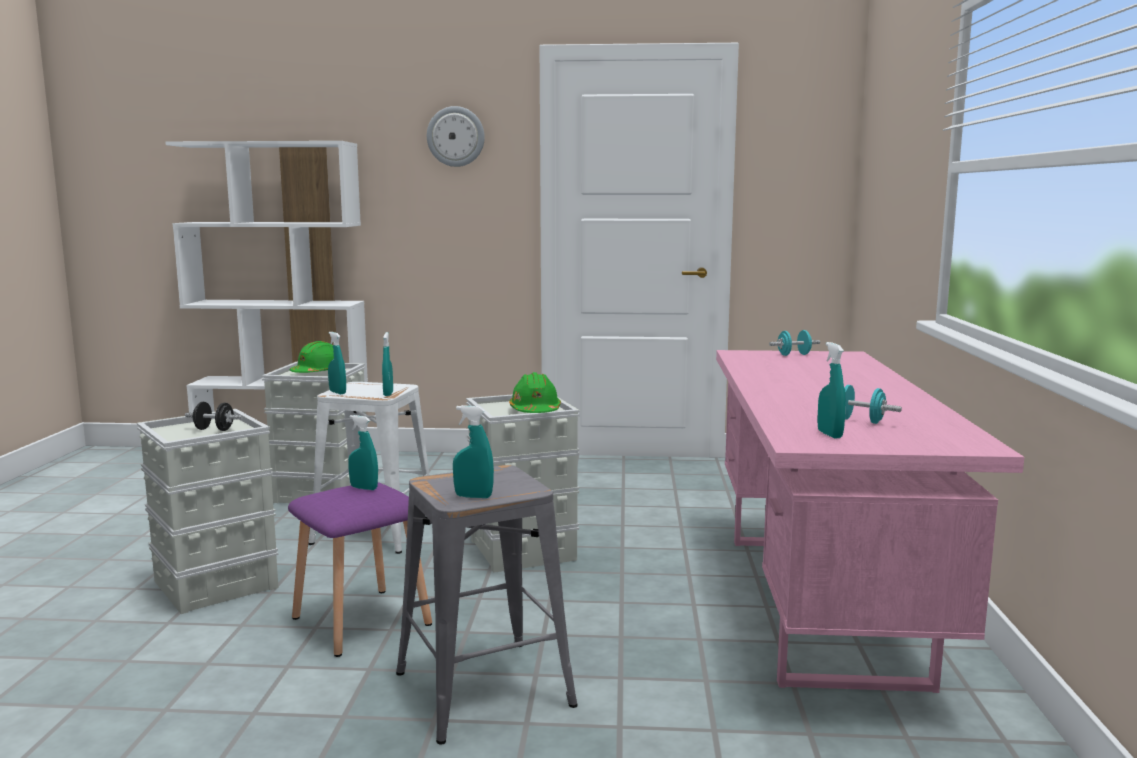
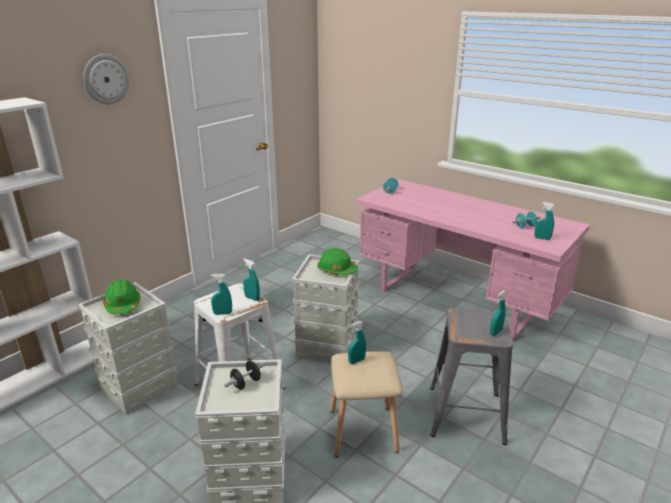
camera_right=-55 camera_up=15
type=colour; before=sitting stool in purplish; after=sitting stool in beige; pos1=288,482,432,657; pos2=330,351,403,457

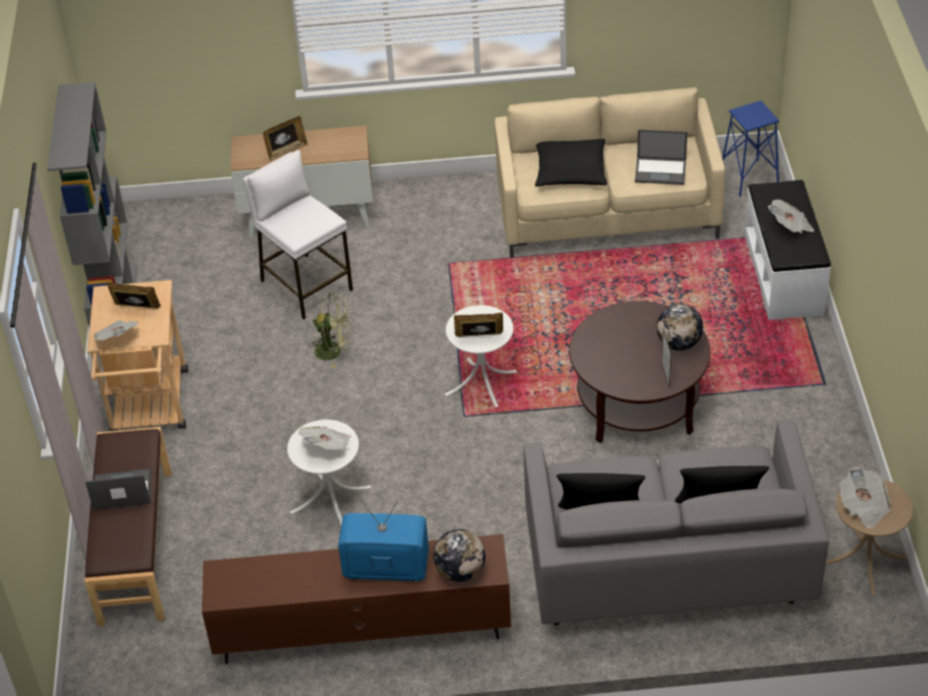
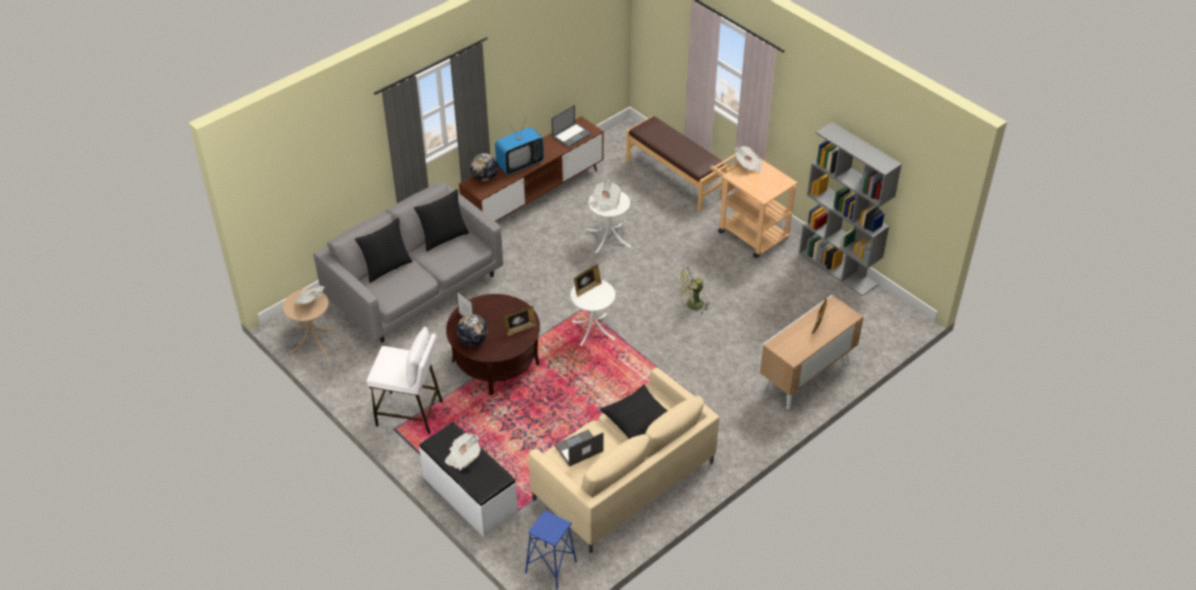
camera_right=140 camera_up=0
type=relocated; before=laptop; pos1=85,468,151,510; pos2=551,105,592,148
type=relocated; before=picture frame; pos1=107,282,161,309; pos2=504,306,536,336
type=relocated; before=sitting stool in whitish; pos1=243,150,353,320; pos2=367,327,443,434

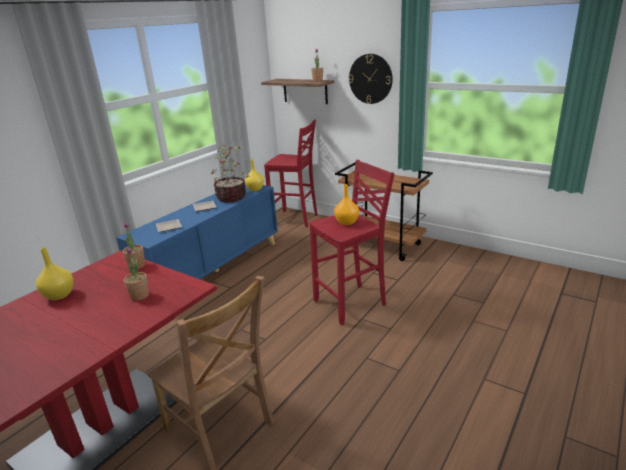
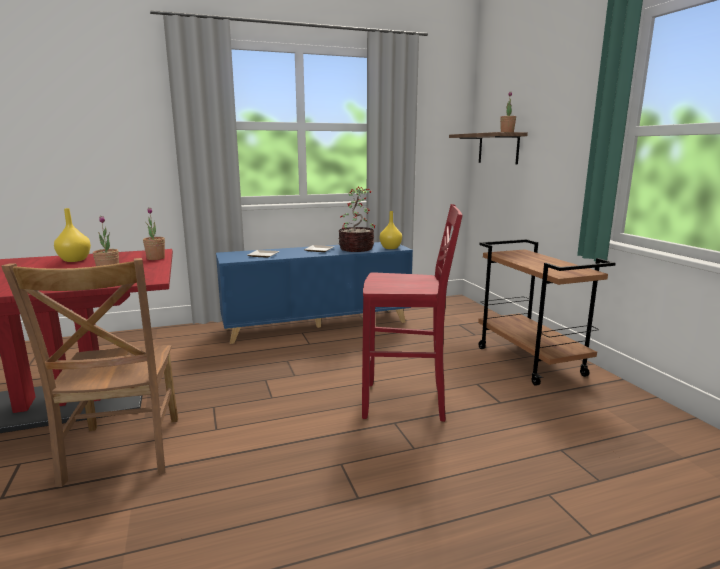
camera_right=35 camera_up=-10
type=missing; before=sitting stool in reddish; pos1=264,120,318,227
type=missing; before=decorative vase in orangey; pos1=334,184,359,225
type=missing; before=clock on the wall; pos1=349,54,393,104

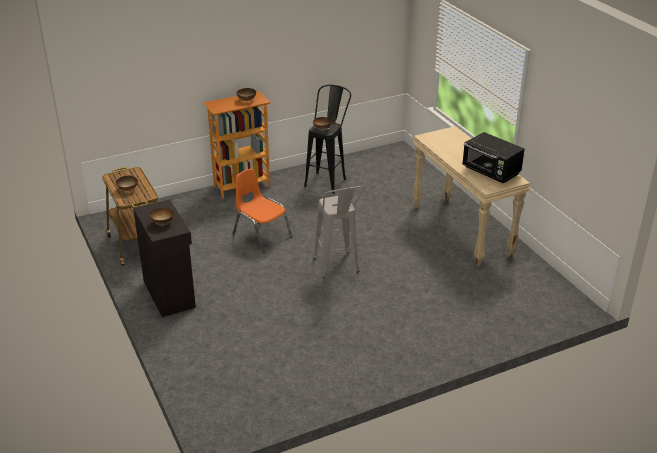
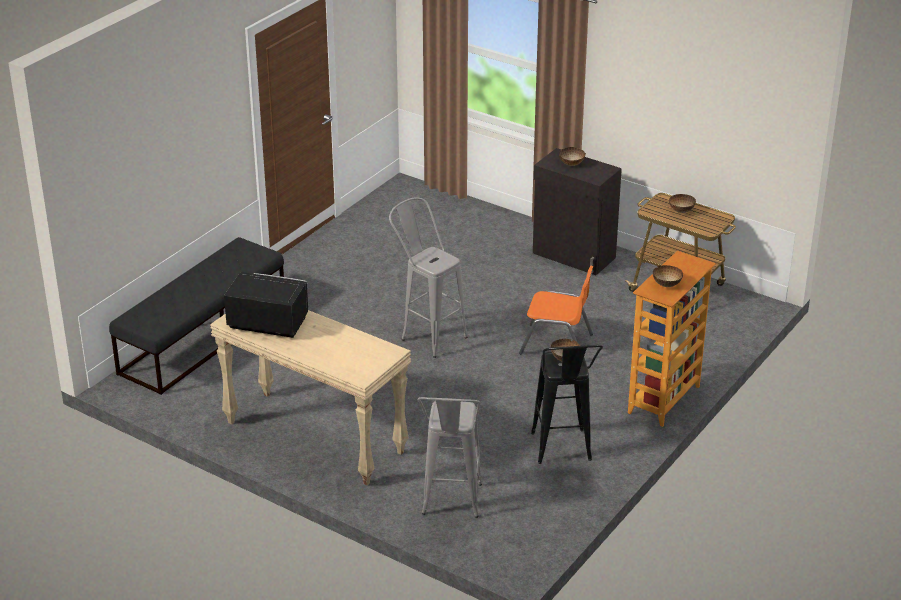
camera_right=150 camera_up=0
type=appeared; after=bench in black; pos2=109,237,284,395
type=appeared; after=sitting stool in grey; pos2=418,397,482,518

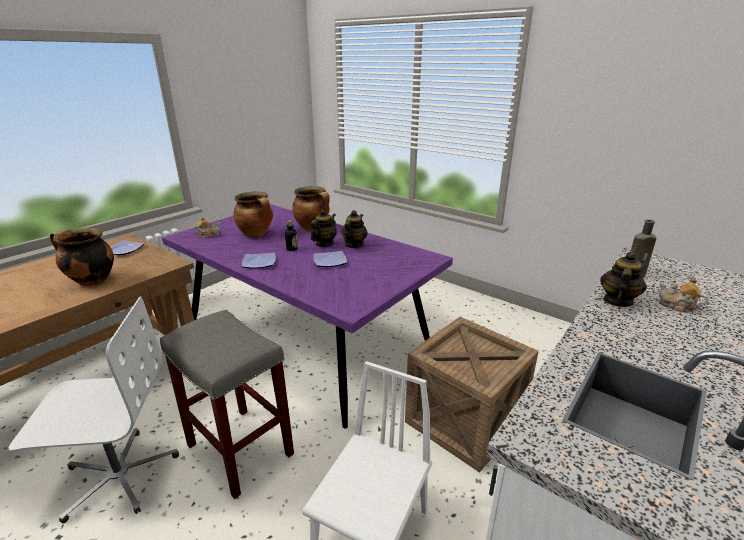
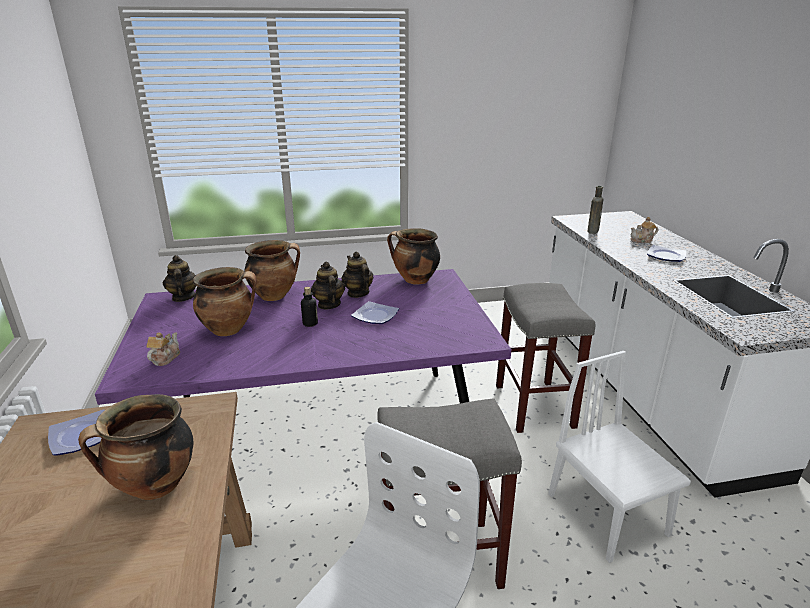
camera_right=-50 camera_up=0
type=relocated; before=plate; pos1=242,252,276,268; pos2=647,245,686,262
type=exchanged; before=shipping crate; after=sitting stool in grey; pos1=405,317,539,473; pos2=496,283,595,433
type=relocated; before=pot for tea; pos1=600,252,647,307; pos2=163,255,196,302
type=appeared; after=saucepot; pos2=387,228,440,284

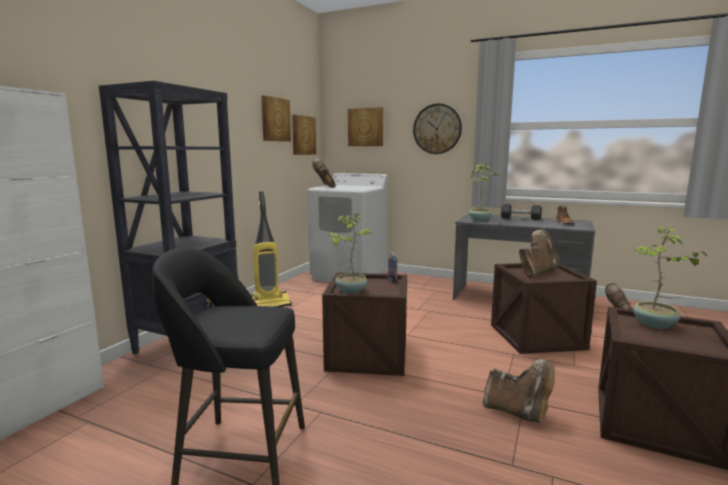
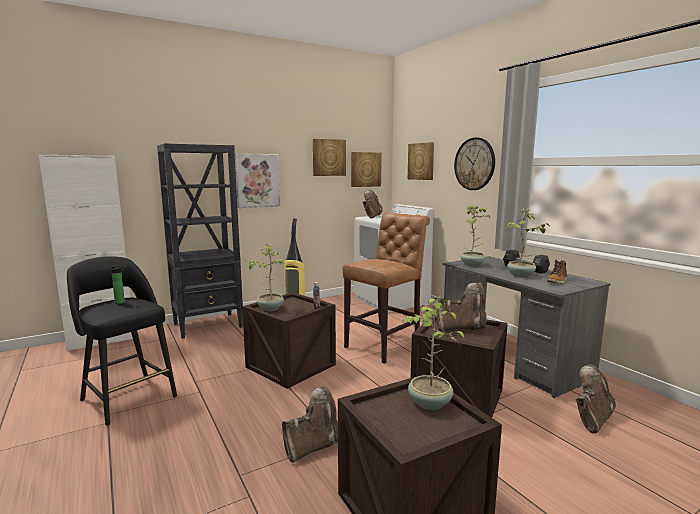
camera_right=35 camera_up=0
type=spun; before=boot in brown; pos1=483,359,555,424; pos2=282,386,338,463; turn=-105
type=appeared; after=drink bottle; pos2=110,265,125,304
type=appeared; after=wall art; pos2=235,153,280,208
type=appeared; after=sitting stool in brown; pos2=343,212,430,364
type=appeared; after=houseplant; pos2=506,208,550,277

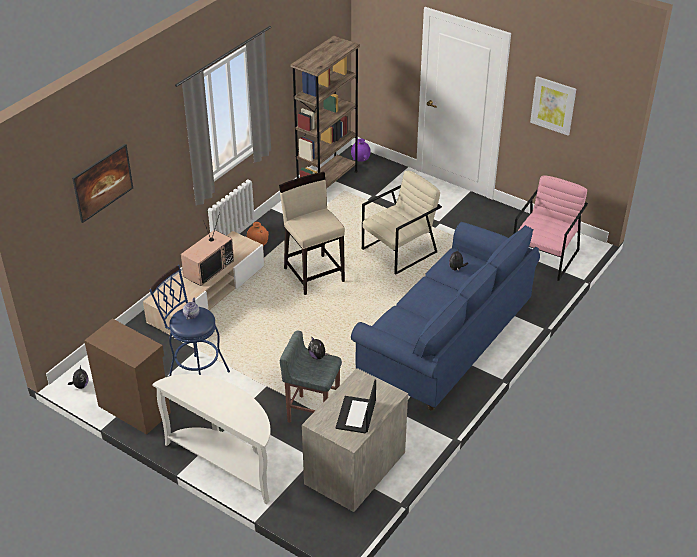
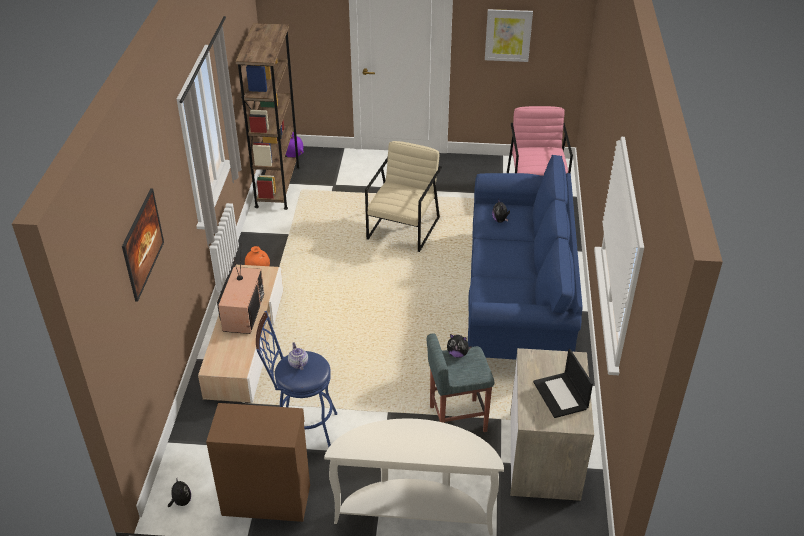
camera_right=-30 camera_up=0
type=missing; before=sitting stool in beige; pos1=279,172,345,295

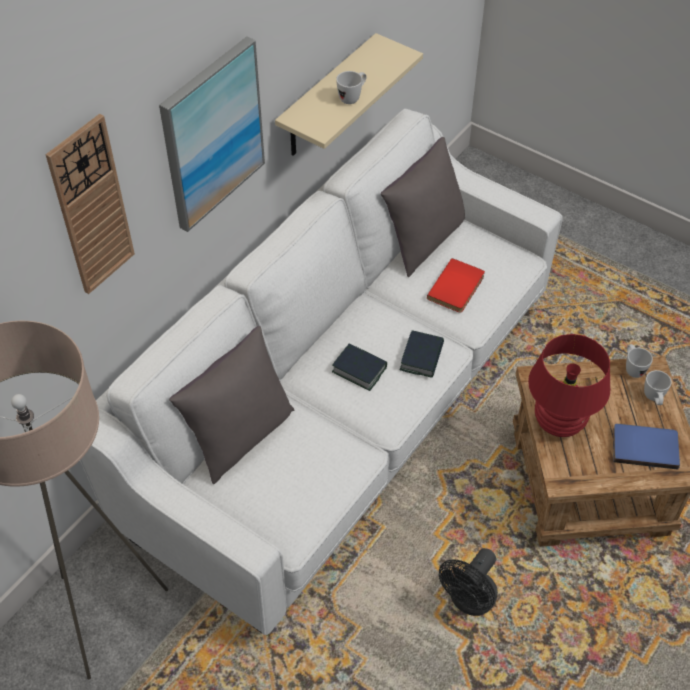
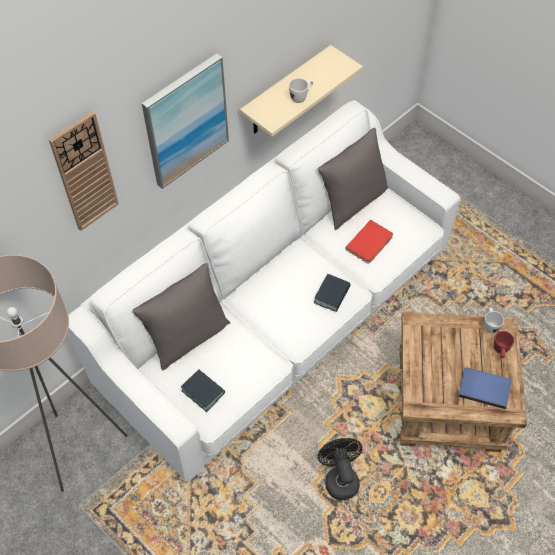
camera_right=10 camera_up=5
type=relocated; before=book; pos1=332,343,387,391; pos2=181,369,225,412
type=spun; before=cooling fan in black; pos1=439,548,498,616; pos2=318,438,362,500; turn=120
type=missing; before=lamp for a table in reddish; pos1=528,334,610,437
type=colour; before=tea mug in whitish; after=tea mug in reddish; pos1=644,370,672,405; pos2=494,331,514,358

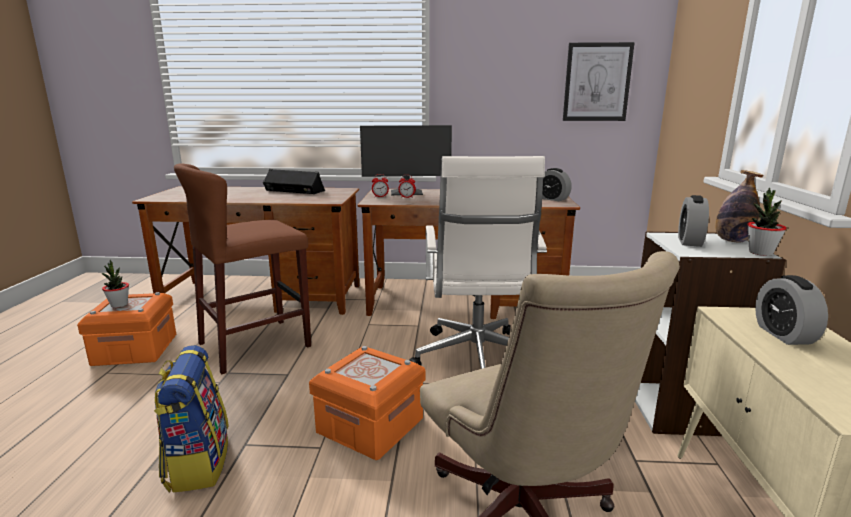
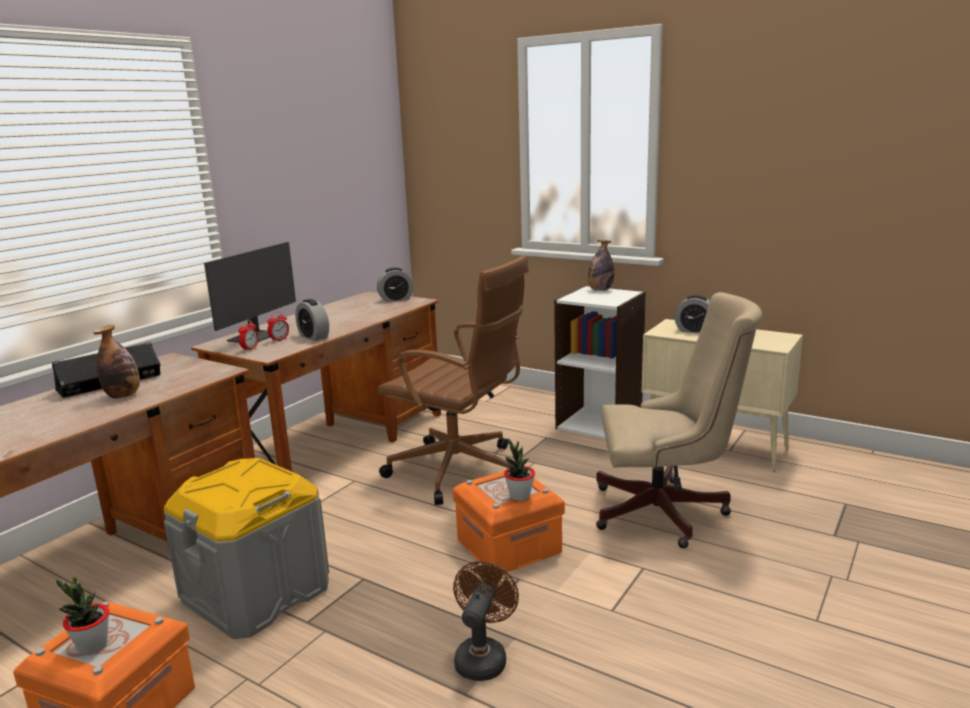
camera_right=-60 camera_up=0
type=exchanged; before=rucksack; after=cooling fan in brown; pos1=154,345,229,493; pos2=453,561,519,681
type=exchanged; before=sitting stool in brown; after=storage bin in grey; pos1=174,164,311,375; pos2=164,458,329,639
type=colour; before=office chair in whitish; after=office chair in brown; pos1=409,156,547,369; pos2=378,255,529,505
type=missing; before=wall art; pos1=563,42,635,121
type=relocated; before=table clock; pos1=678,195,709,247; pos2=295,299,329,341
type=relocated; before=houseplant; pos1=747,188,787,256; pos2=504,438,535,501
type=appeared; after=drink bottle; pos2=93,325,140,398

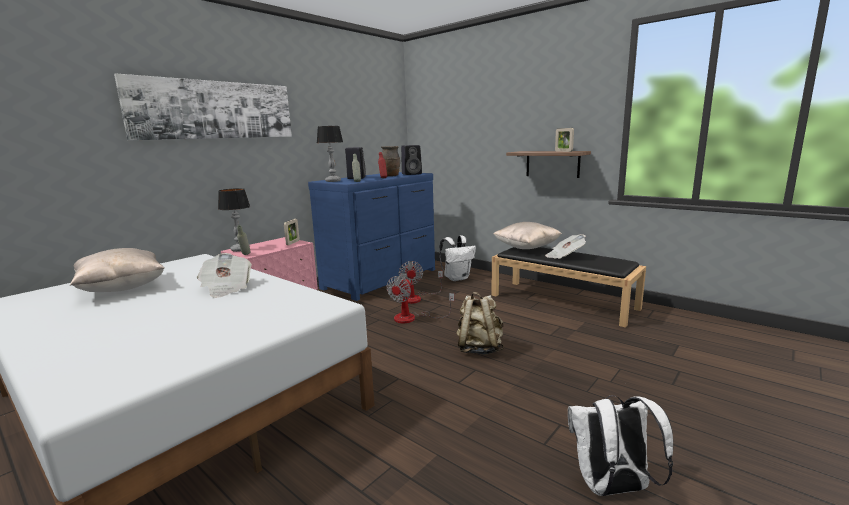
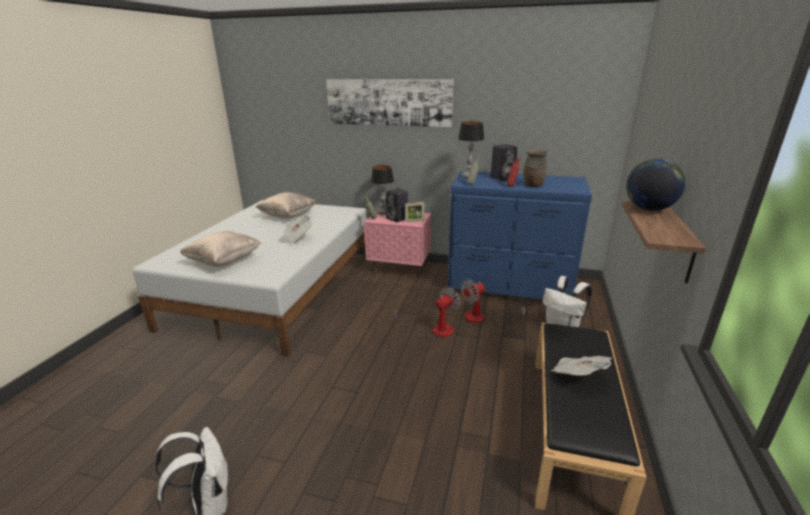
camera_right=65 camera_up=10
type=spun; before=cooling fan; pos1=387,276,454,323; pos2=393,287,461,337; turn=135
type=relocated; before=audio speaker in black; pos1=401,145,422,175; pos2=385,188,408,222
type=missing; before=rucksack in beige; pos1=456,292,504,355
type=relocated; before=throw pillow in beige; pos1=493,222,562,249; pos2=180,231,261,267
type=missing; before=picture frame; pos1=555,128,574,152
type=appeared; after=world globe; pos2=626,159,685,211

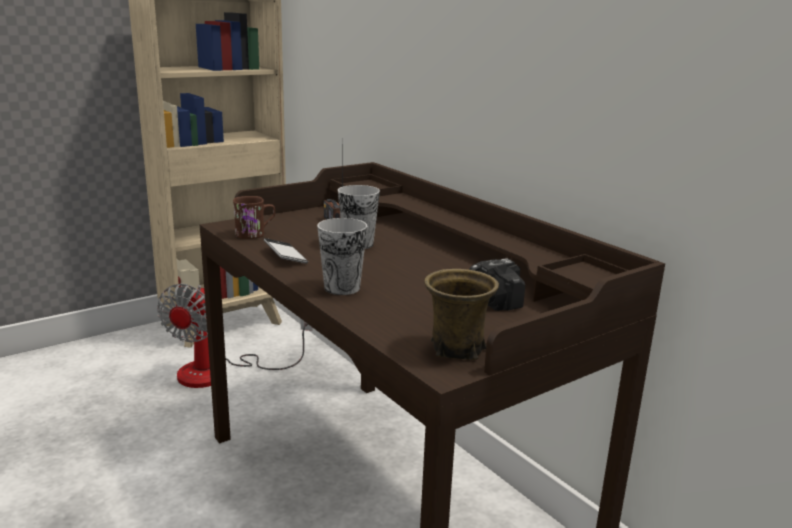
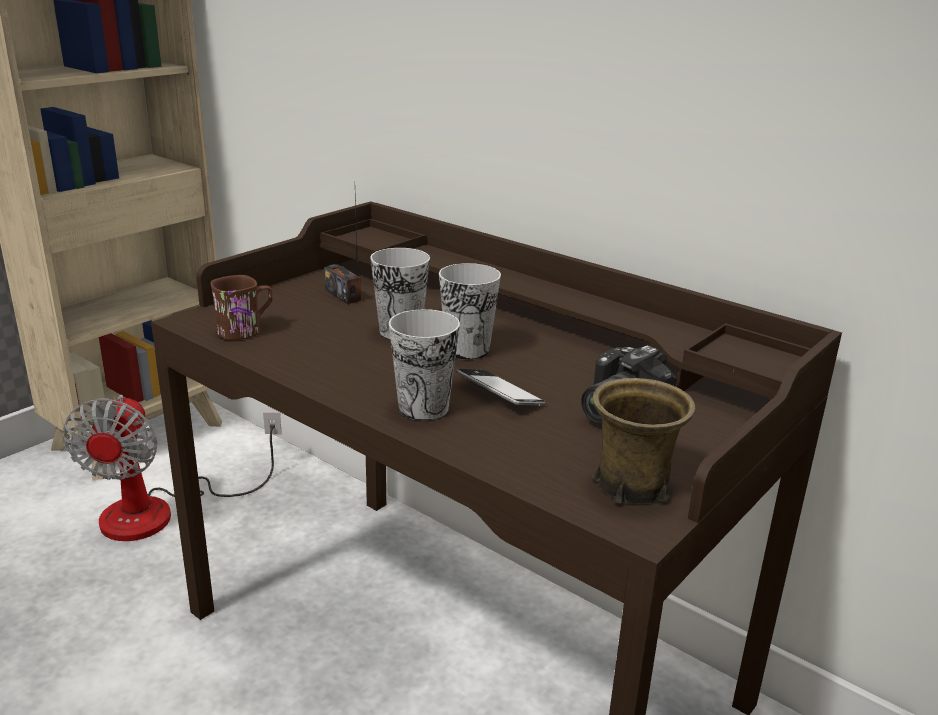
camera_right=-15 camera_up=5
type=relocated; before=phone; pos1=264,238,308,264; pos2=457,369,546,406
type=appeared; after=small cup; pos2=439,263,501,360

